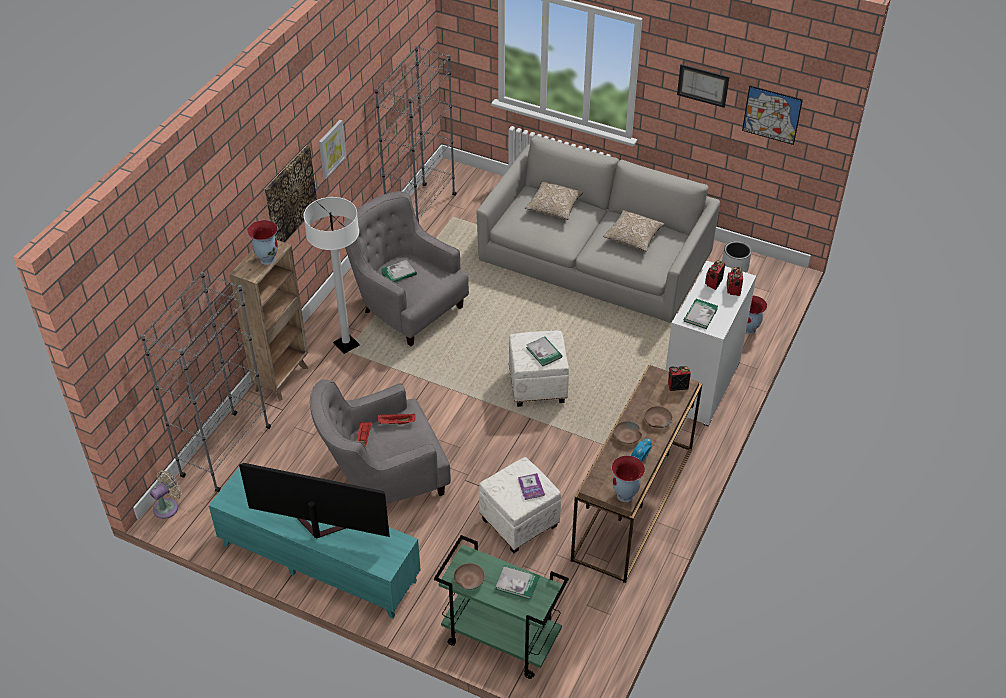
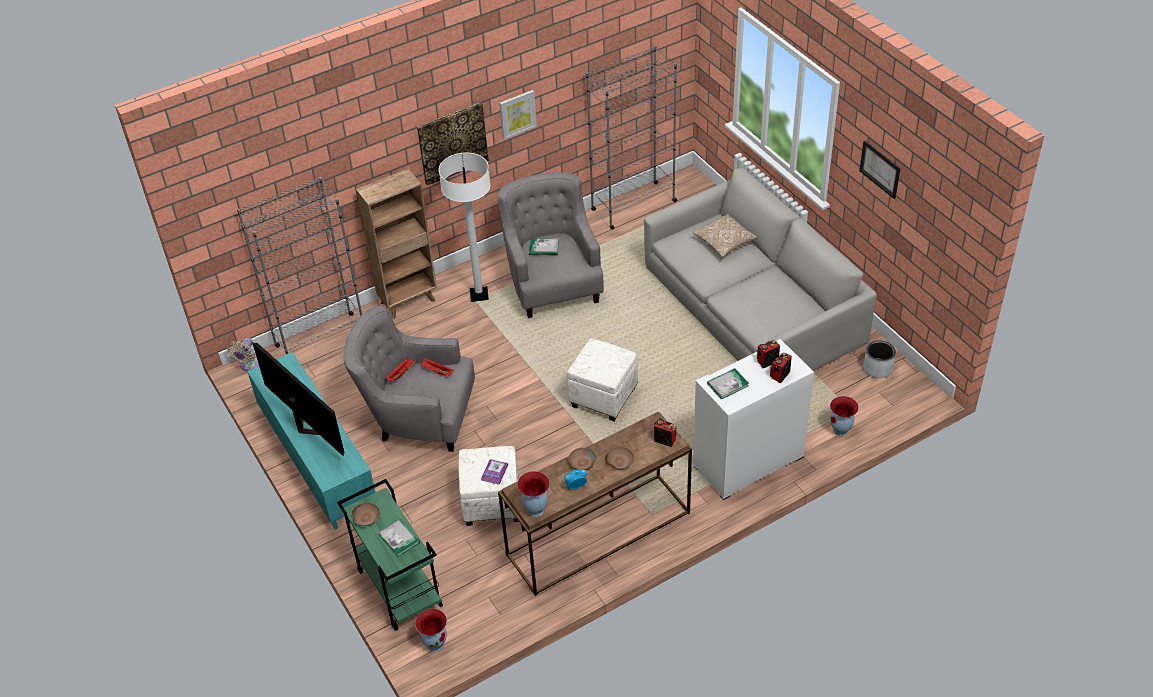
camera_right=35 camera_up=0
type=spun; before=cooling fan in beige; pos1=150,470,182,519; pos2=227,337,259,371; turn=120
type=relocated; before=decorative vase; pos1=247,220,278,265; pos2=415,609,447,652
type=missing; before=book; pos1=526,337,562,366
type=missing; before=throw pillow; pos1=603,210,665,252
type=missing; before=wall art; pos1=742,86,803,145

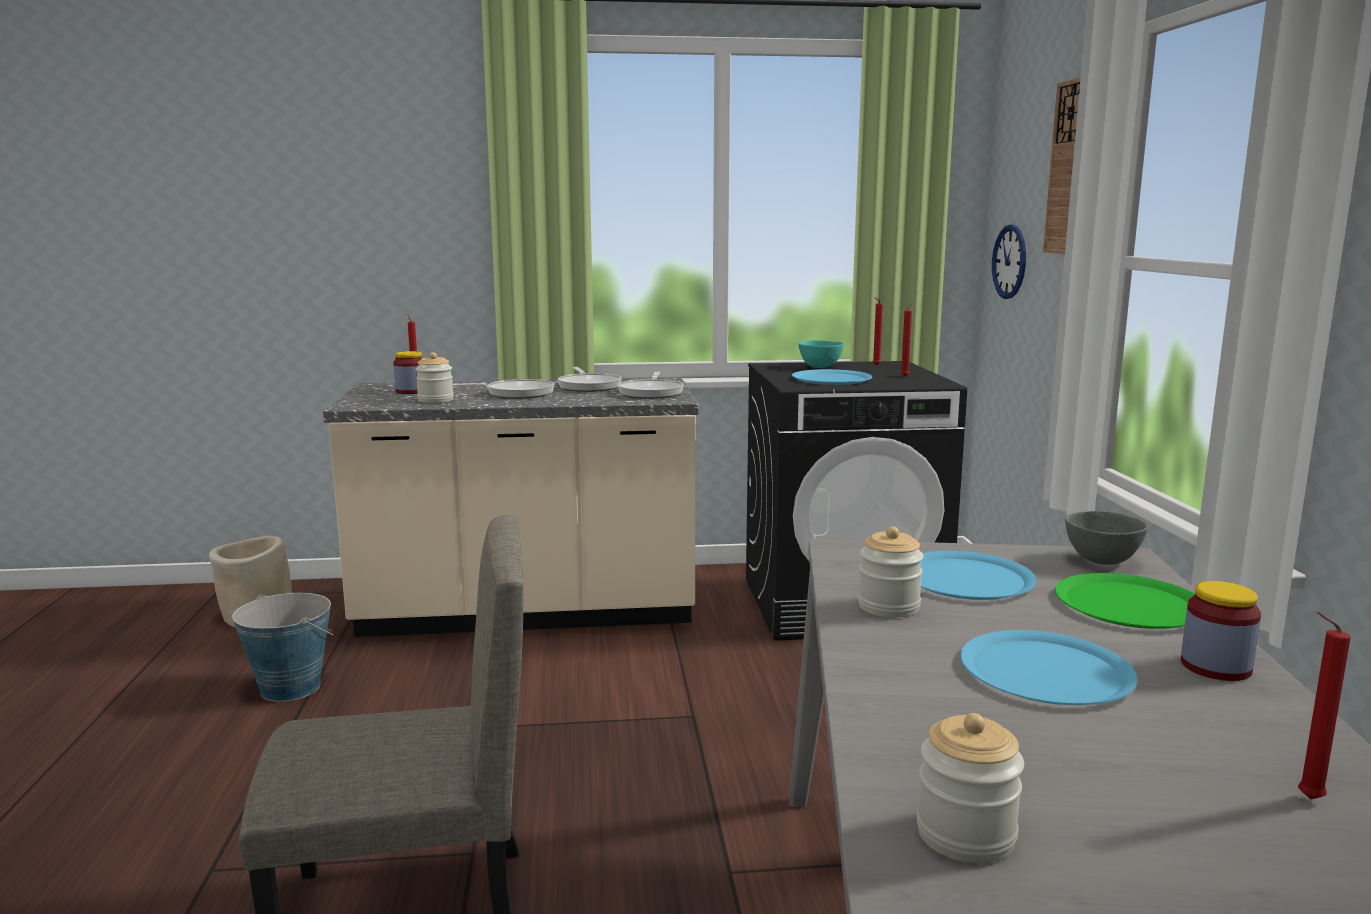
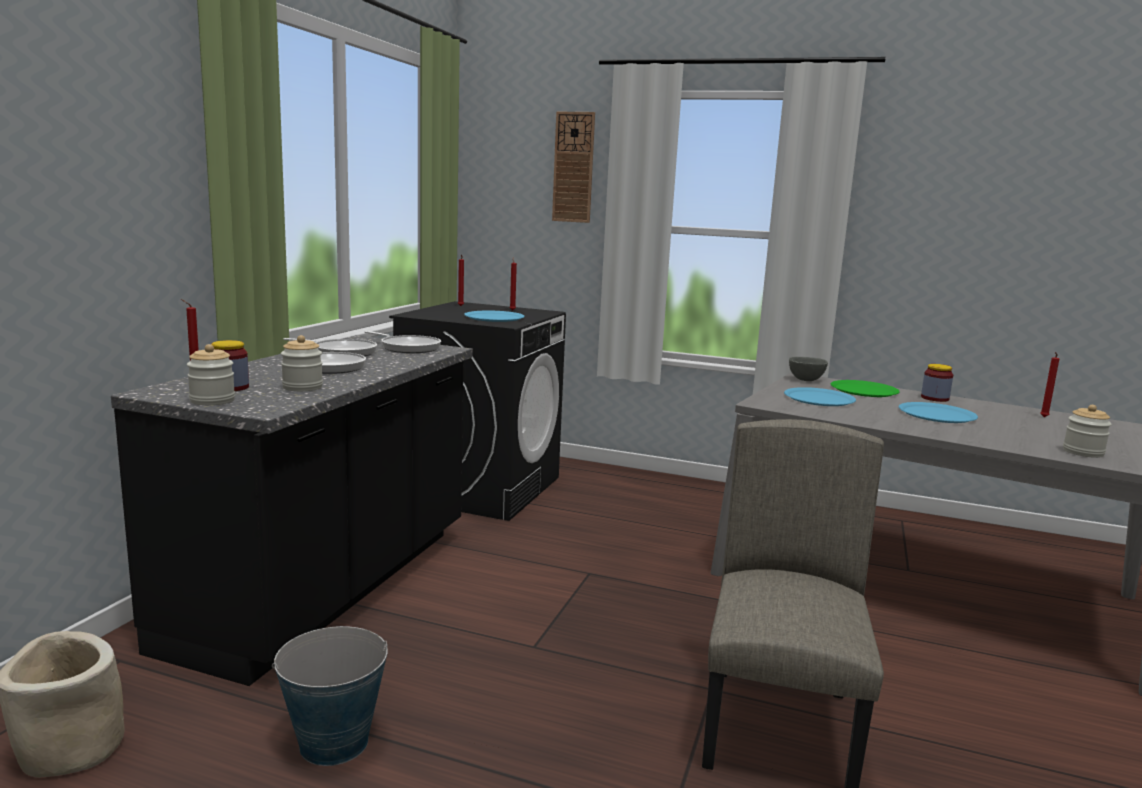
camera_right=-65 camera_up=0
type=colour; before=kitchen counter in beige; after=kitchen counter in black; pos1=323,378,699,637; pos2=111,335,472,686
type=missing; before=bowl in turquoise-coloured; pos1=799,340,844,368
type=relocated; before=preserve jar; pos1=858,526,924,618; pos2=187,344,235,405
type=missing; before=clock on the wall; pos1=992,224,1026,299

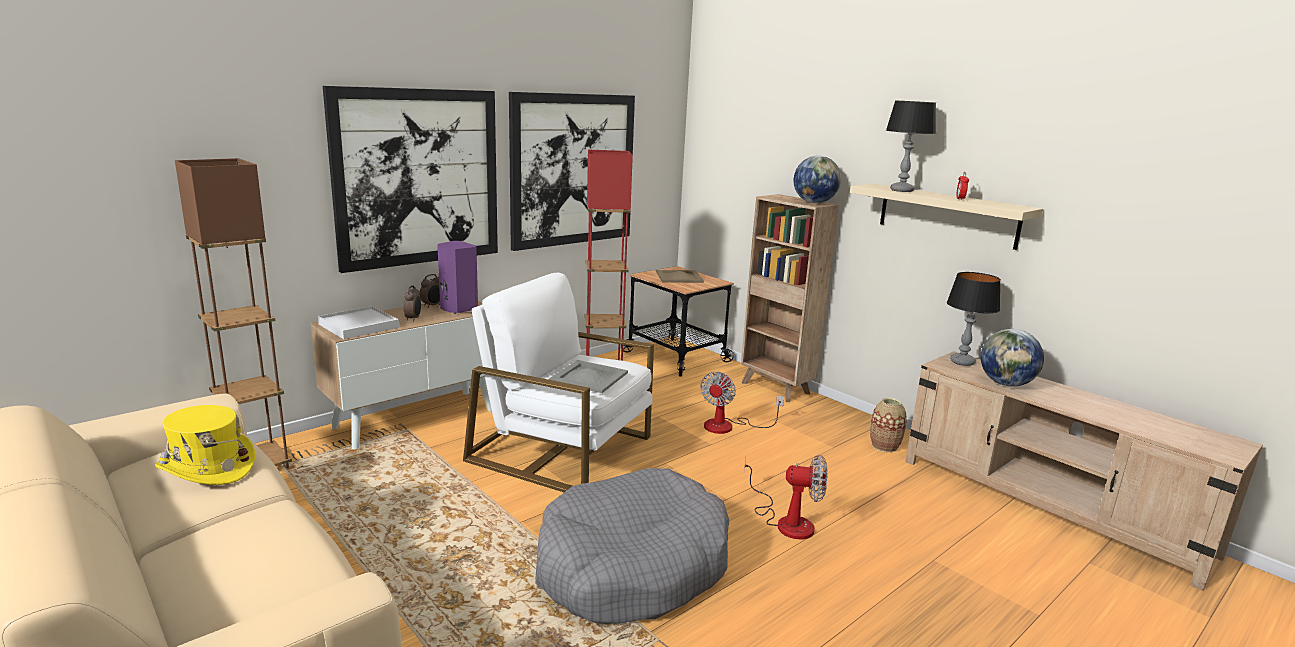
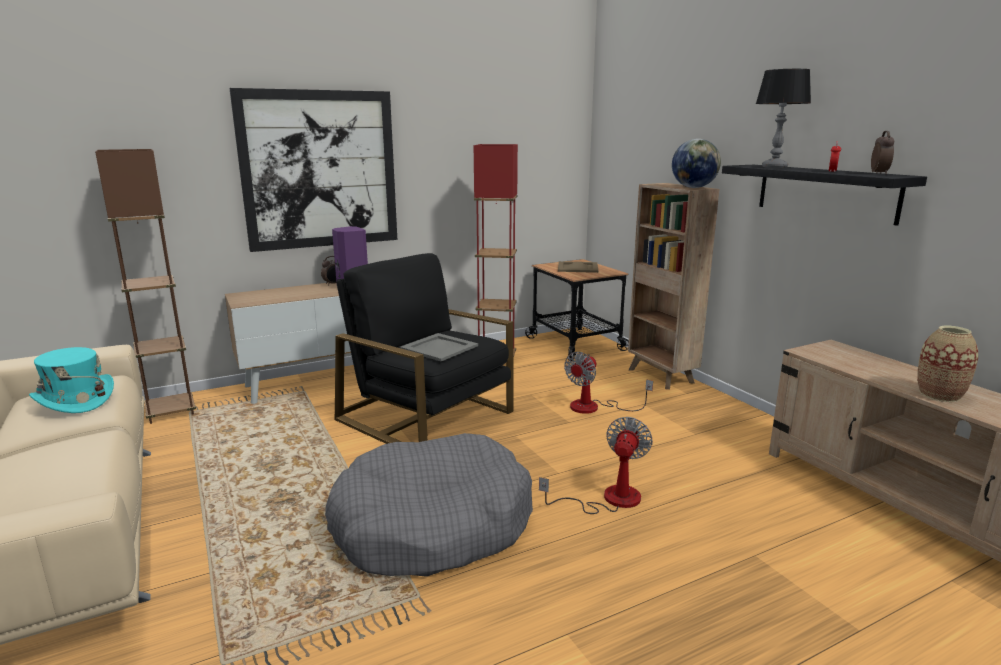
camera_right=15 camera_up=0
type=colour; before=clothing hat in yellowish; after=clothing hat in turquoise-coloured; pos1=155,405,255,485; pos2=29,347,114,413
type=missing; before=carrying tray in whitish; pos1=318,306,399,339
type=relocated; before=table clock; pos1=403,285,421,321; pos2=871,131,894,174
type=colour; before=easy chair in whitish; after=easy chair in black; pos1=463,273,654,492; pos2=335,253,514,444
type=missing; before=wall art; pos1=509,92,635,251
type=spun; before=cooling fan; pos1=744,455,828,539; pos2=539,417,653,514; turn=-90
type=colour; before=shelf in beige; after=shelf in black; pos1=850,184,1043,250; pos2=722,165,927,226
type=relocated; before=decorative vase; pos1=870,398,907,452; pos2=917,326,978,402
type=missing; before=lamp for a table; pos1=947,272,1001,366
type=missing; before=world globe; pos1=981,329,1044,386

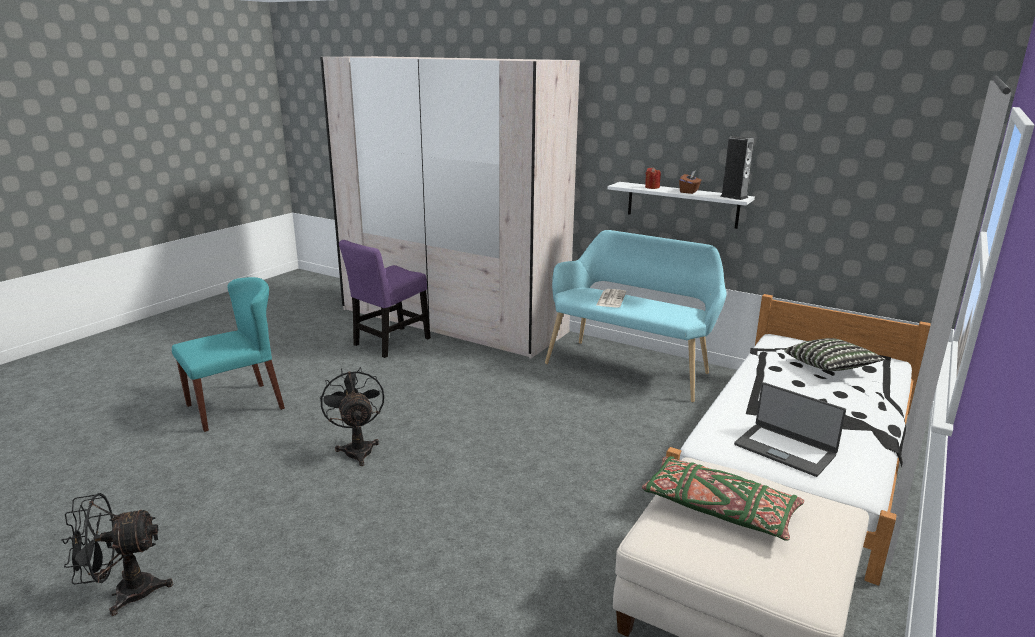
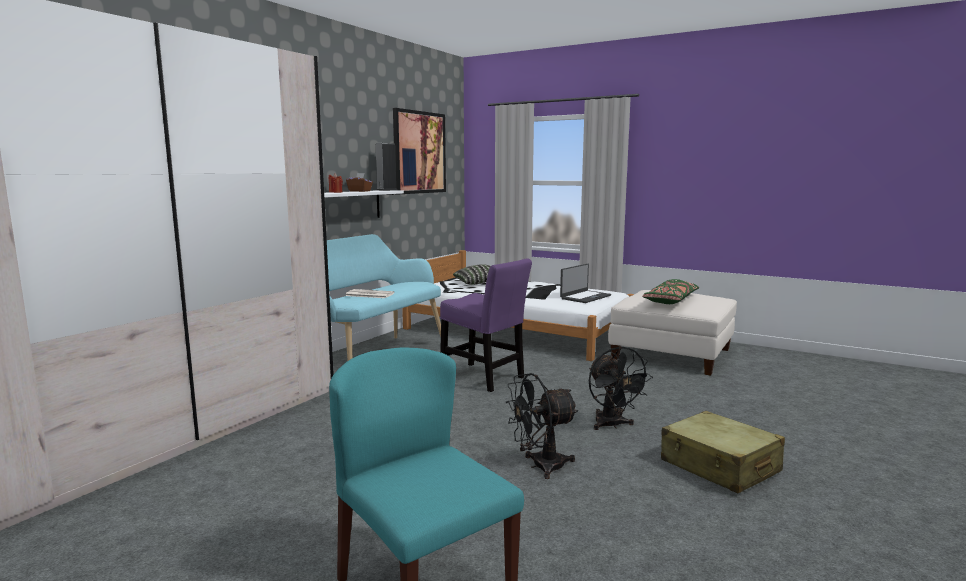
camera_right=-90 camera_up=-10
type=relocated; before=cooling fan in black; pos1=61,493,173,616; pos2=589,346,653,430
type=relocated; before=upright chair in purplish; pos1=339,240,431,358; pos2=440,258,532,392
type=appeared; after=wall art; pos2=393,108,446,194
type=appeared; after=travel case in beige; pos2=661,411,785,493

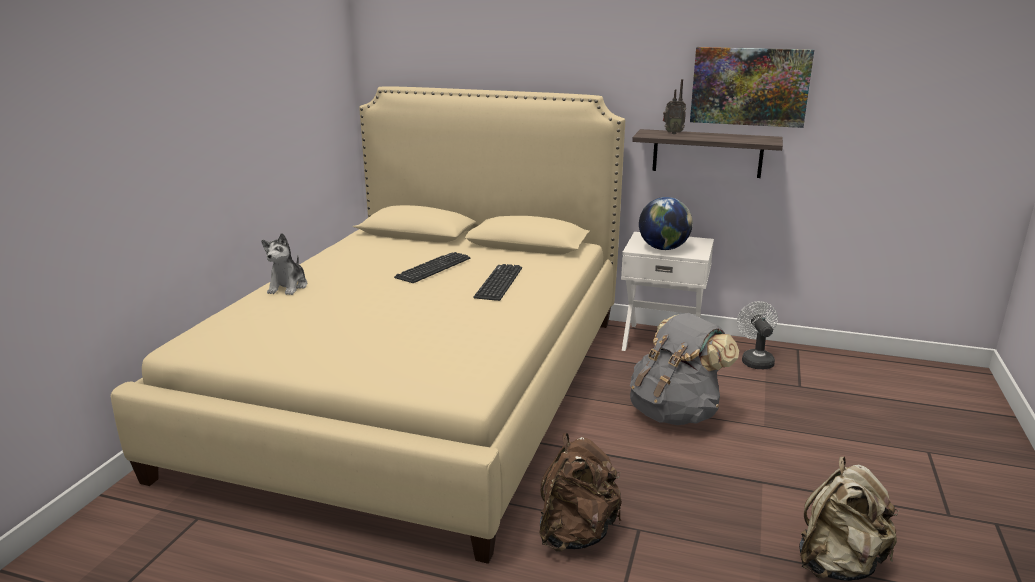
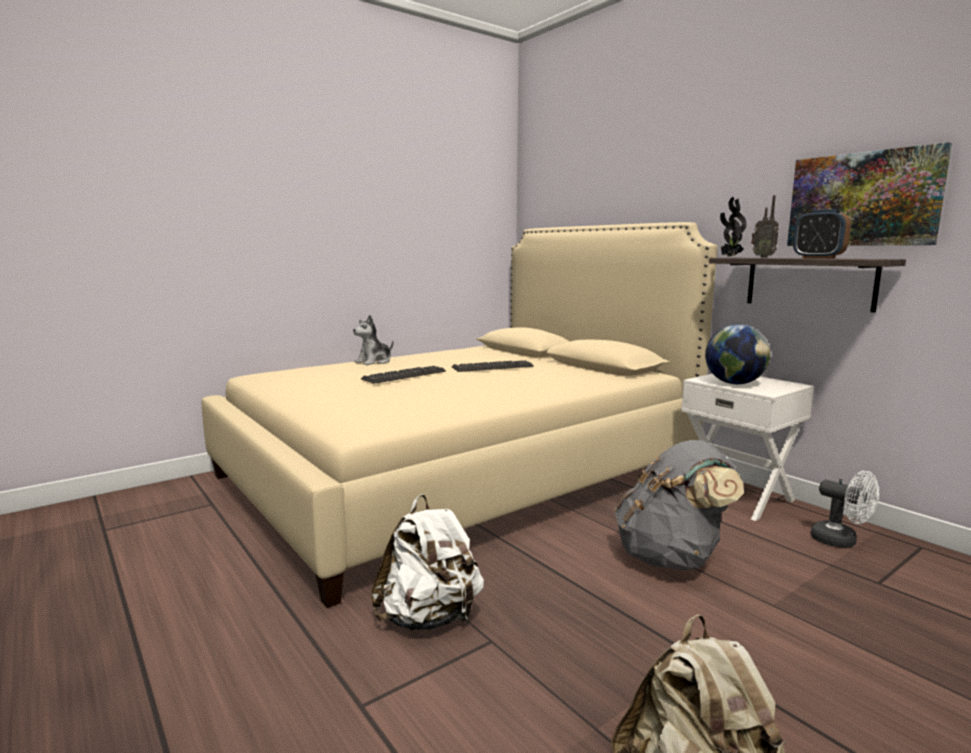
camera_right=35 camera_up=-10
type=relocated; before=computer keyboard; pos1=473,264,522,301; pos2=361,366,446,384
type=colour; before=rucksack in brown; after=rucksack in whitish; pos1=539,433,622,552; pos2=370,494,484,630
type=spun; before=cooling fan in whitish; pos1=737,301,778,369; pos2=811,471,879,548; turn=105
type=appeared; after=houseplant; pos2=720,197,747,257
type=appeared; after=table clock; pos2=793,209,851,259

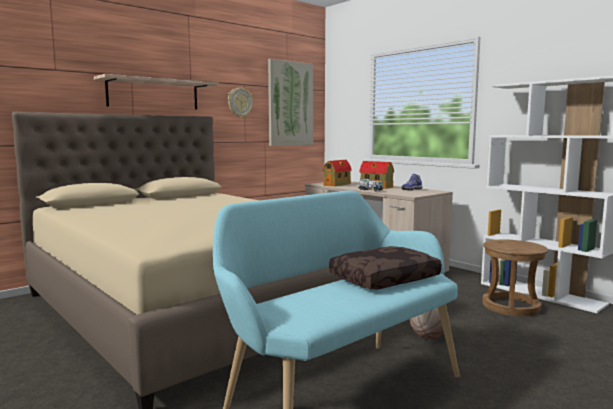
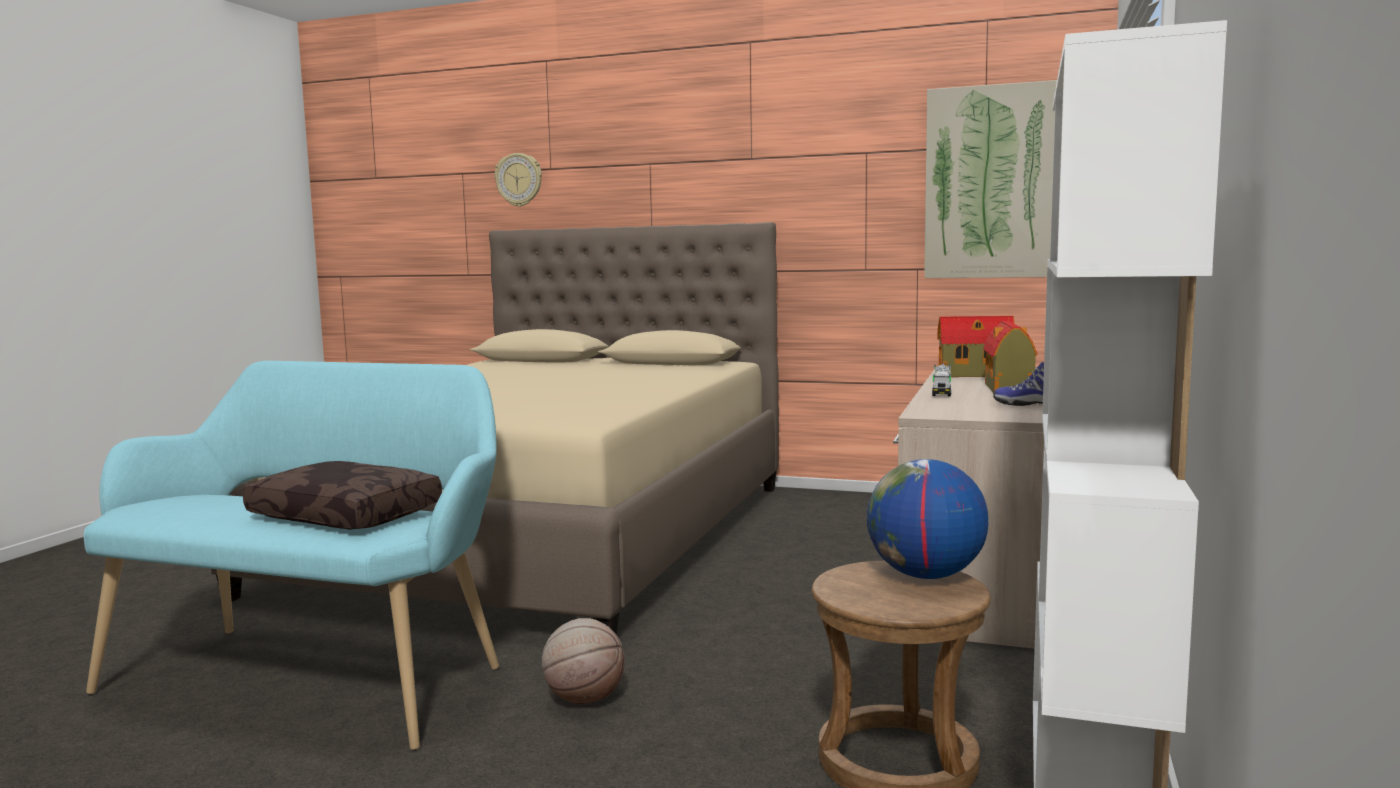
camera_right=60 camera_up=0
type=missing; before=shelf; pos1=94,74,219,110
type=relocated; before=clock on the wall; pos1=228,88,253,118; pos2=495,153,542,207
type=appeared; after=world globe; pos2=867,459,988,579

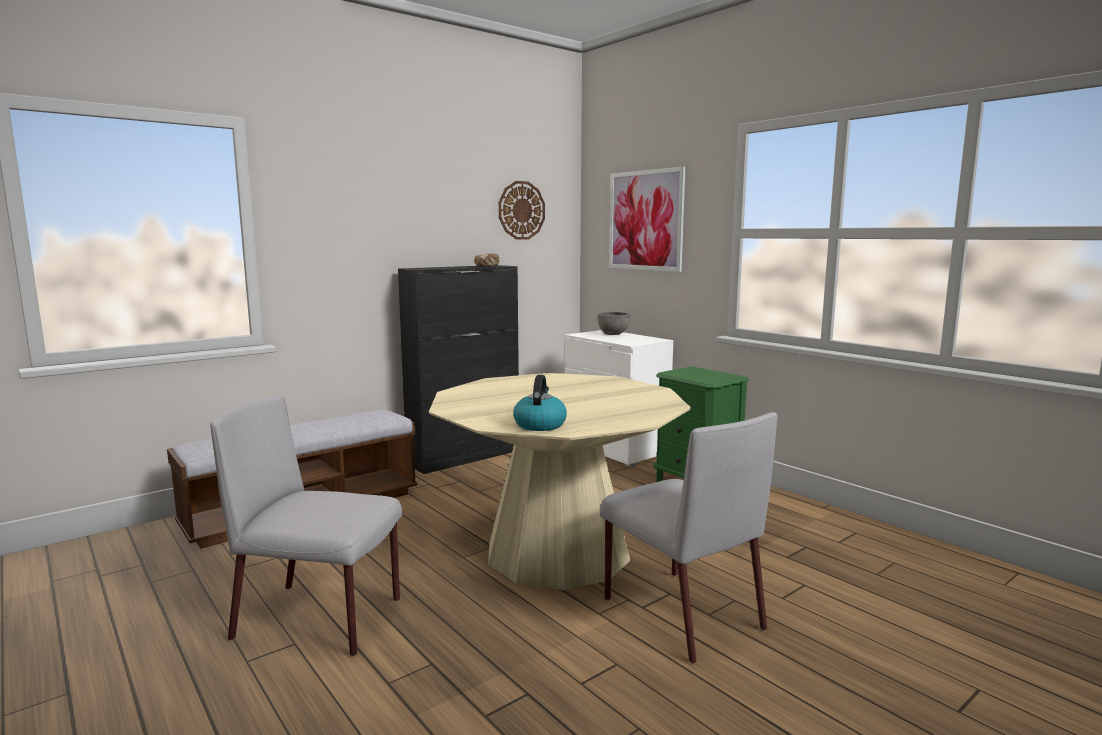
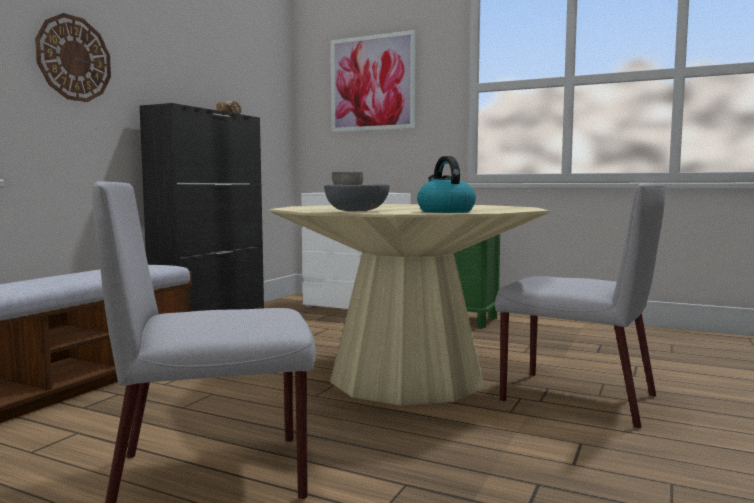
camera_right=-25 camera_up=-5
type=relocated; before=clock on the wall; pos1=499,181,545,240; pos2=35,13,111,102
type=appeared; after=bowl in grey; pos2=324,184,390,211

